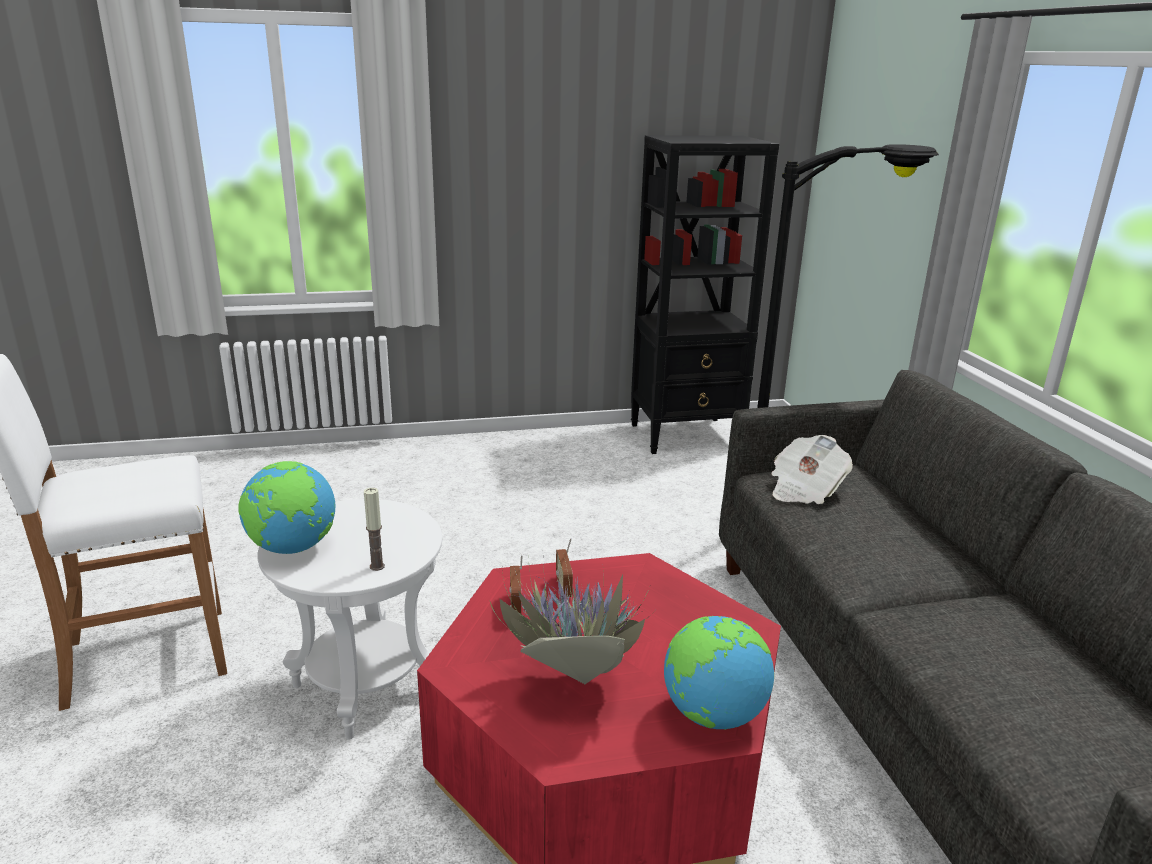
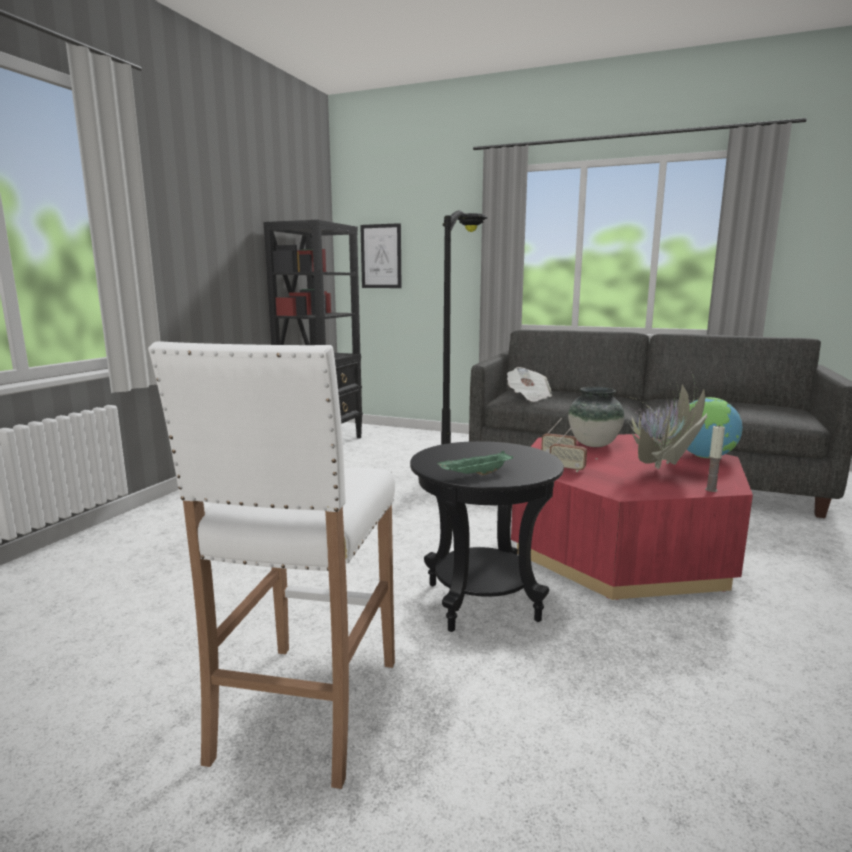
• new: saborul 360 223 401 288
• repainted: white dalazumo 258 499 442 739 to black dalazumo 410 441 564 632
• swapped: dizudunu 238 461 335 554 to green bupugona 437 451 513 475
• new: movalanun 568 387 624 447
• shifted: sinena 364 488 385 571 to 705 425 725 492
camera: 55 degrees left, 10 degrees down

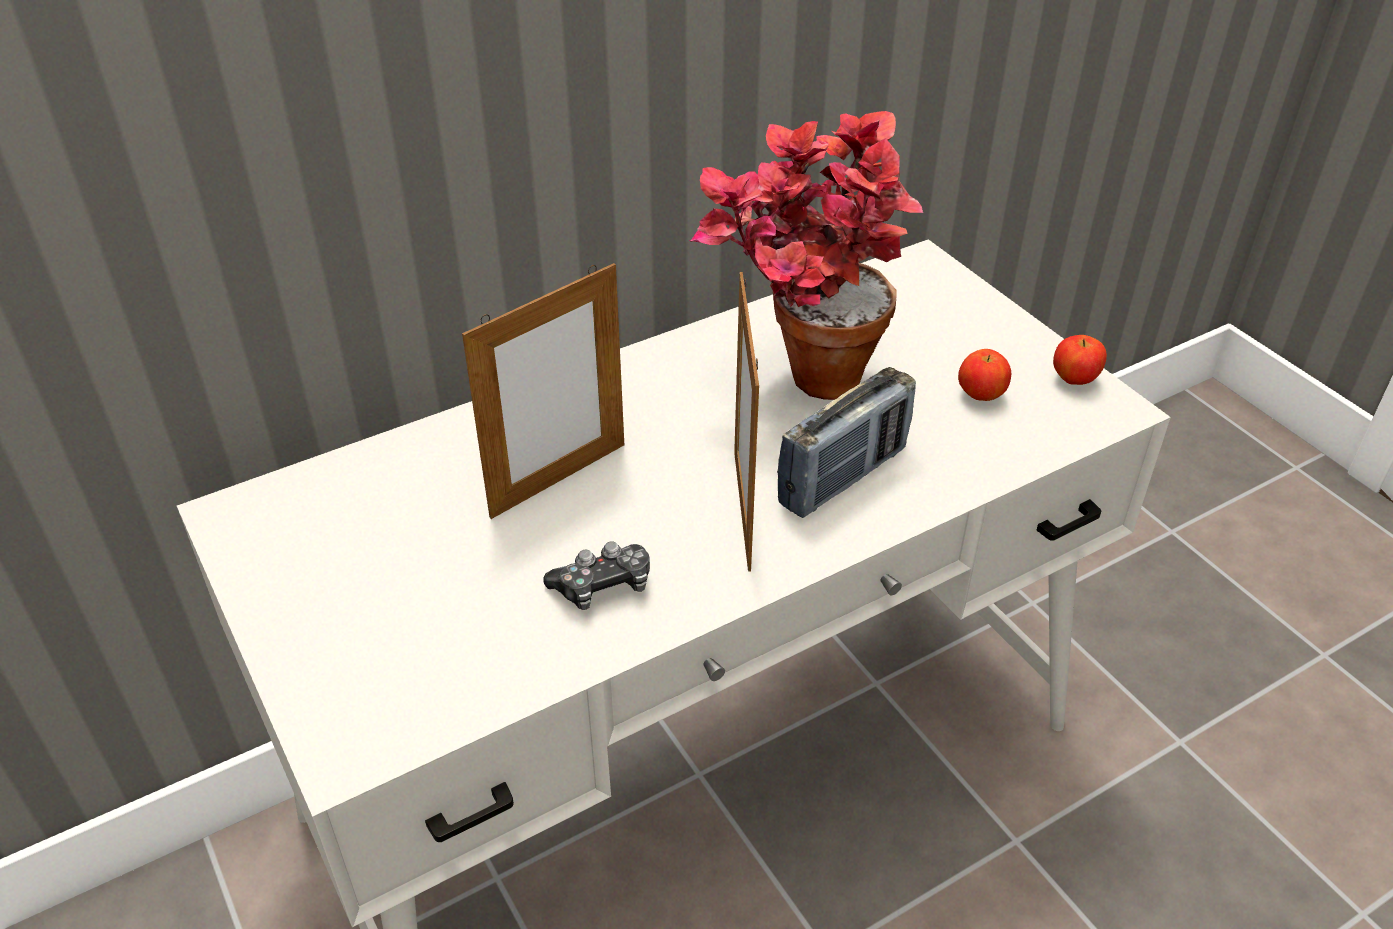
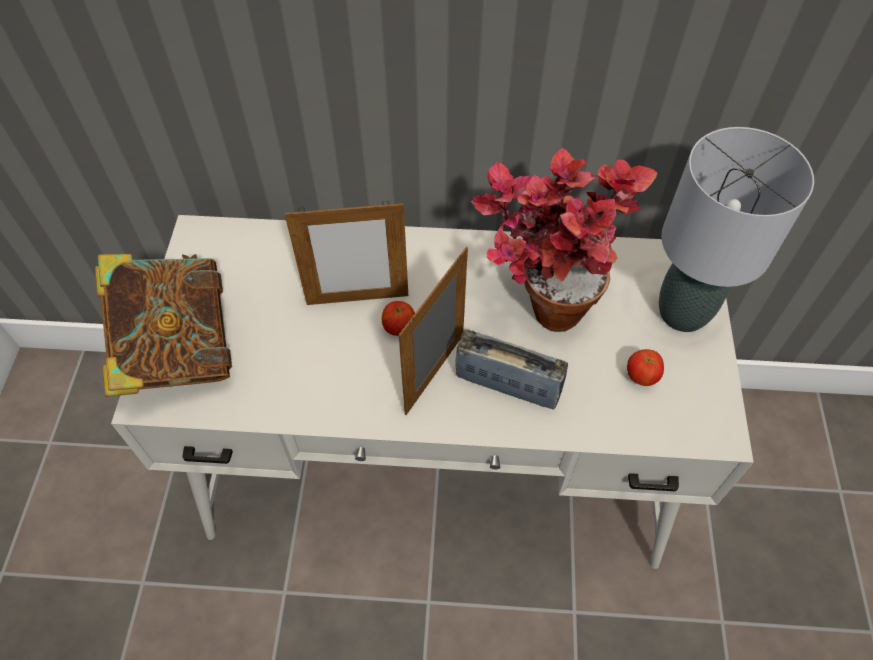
• new: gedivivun 95 254 232 397
• shifted: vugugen 1053 335 1107 385 to 382 301 415 336
• rotated: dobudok 777 367 916 518 = 455 329 568 409 150 degrees counterclockwise
• new: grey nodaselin 659 127 814 332
• gone: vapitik 543 541 650 610
camera: 35 degrees right, 15 degrees up

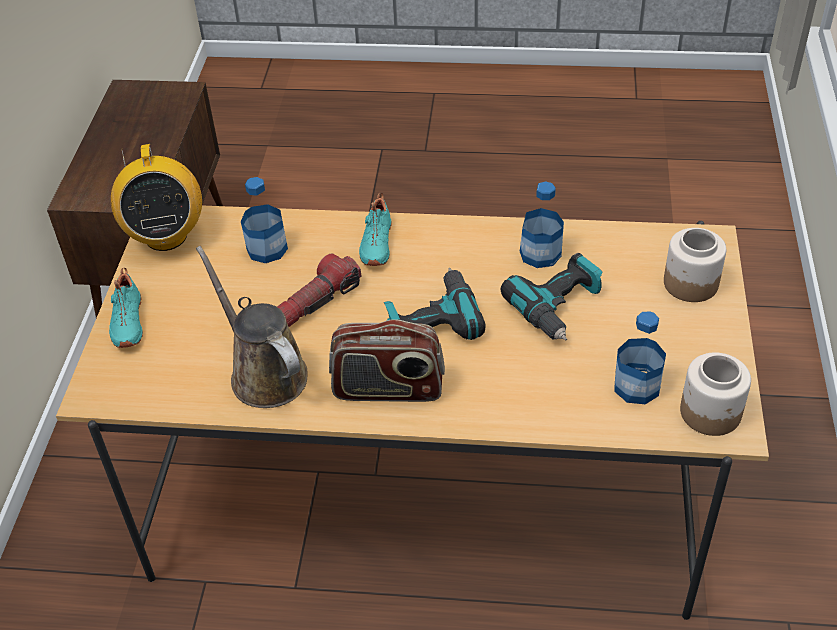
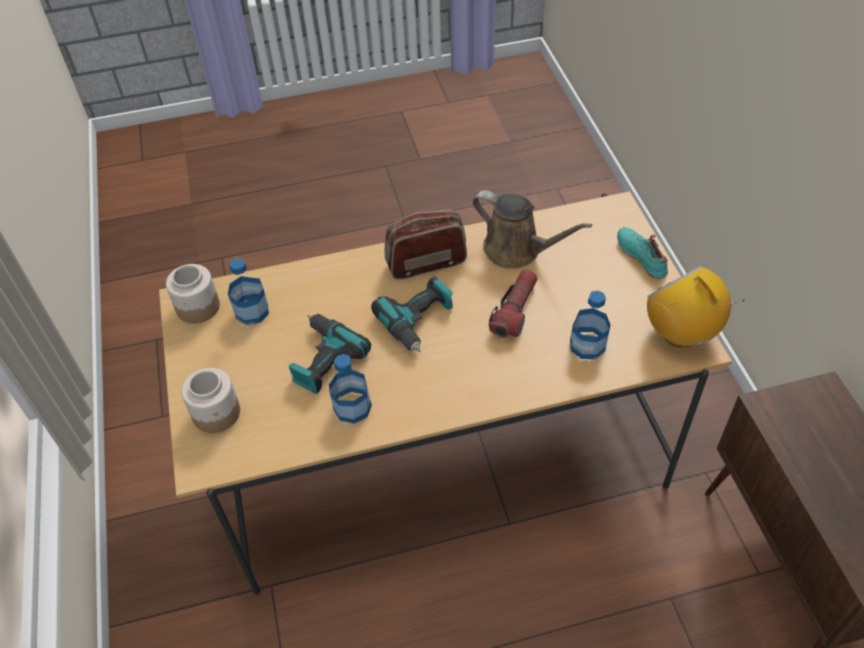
• gone: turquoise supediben 359 193 392 266
camera: 160 degrees right, 5 degrees up

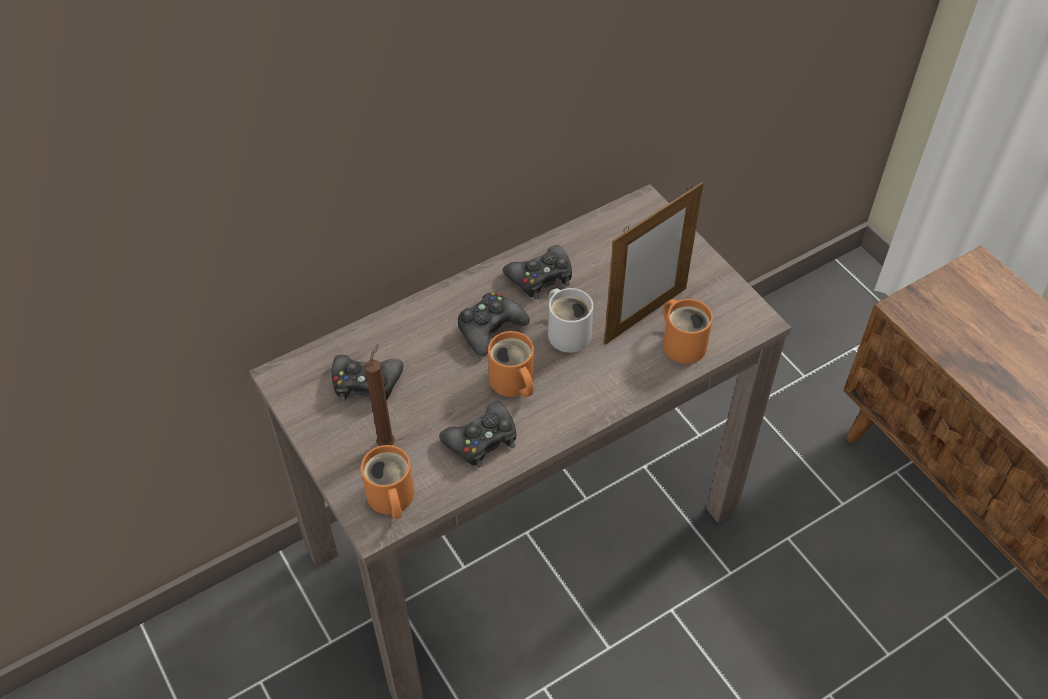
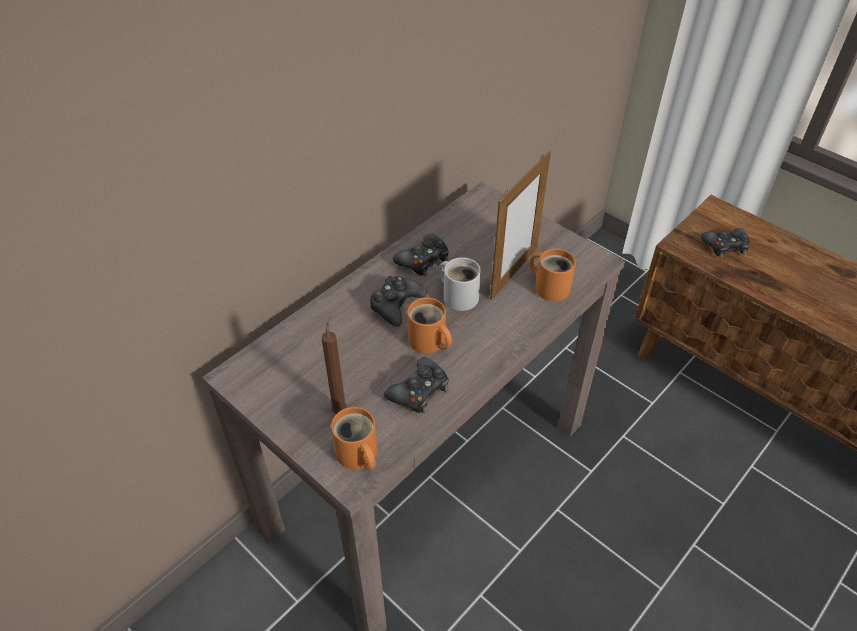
• shifted: black vapitik 332 355 404 402 to 700 228 750 258
camera: 15 degrees left, 5 degrees down

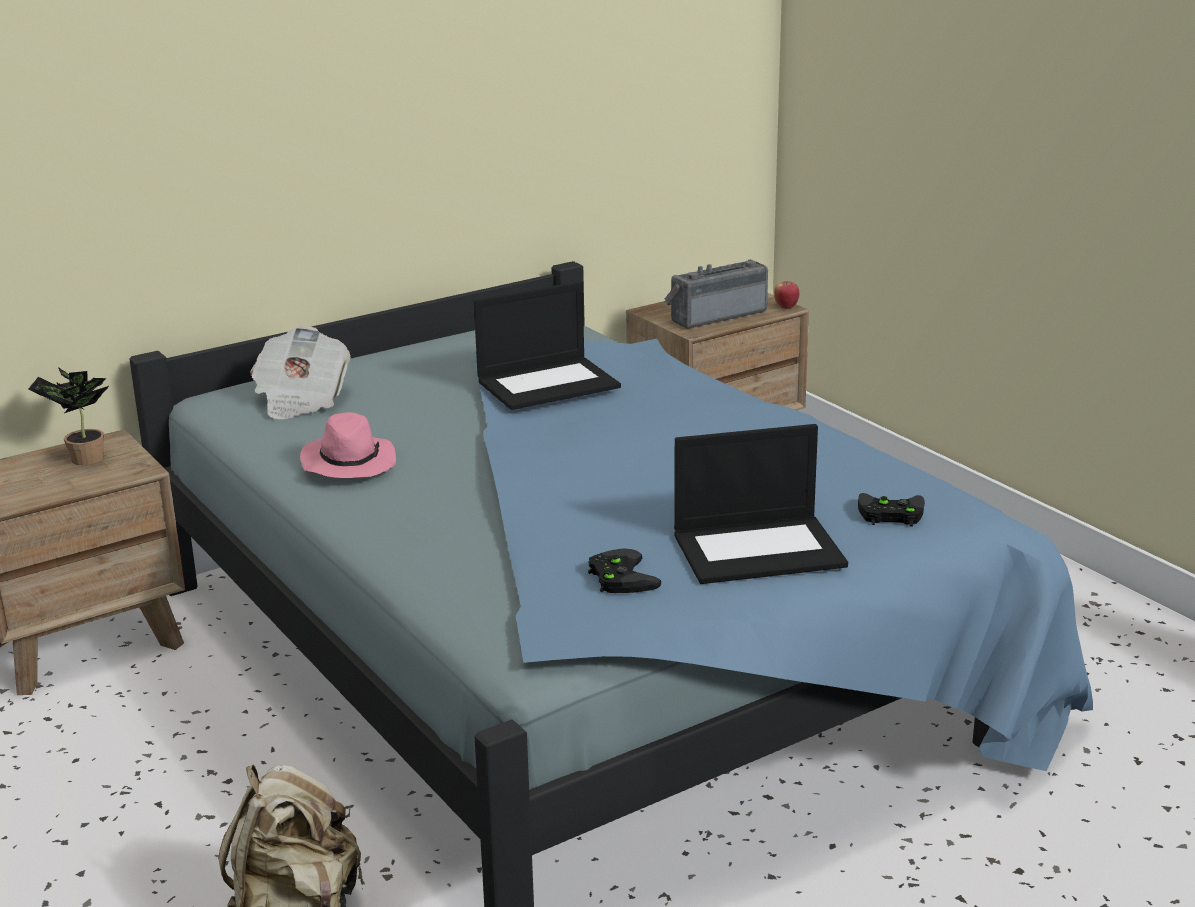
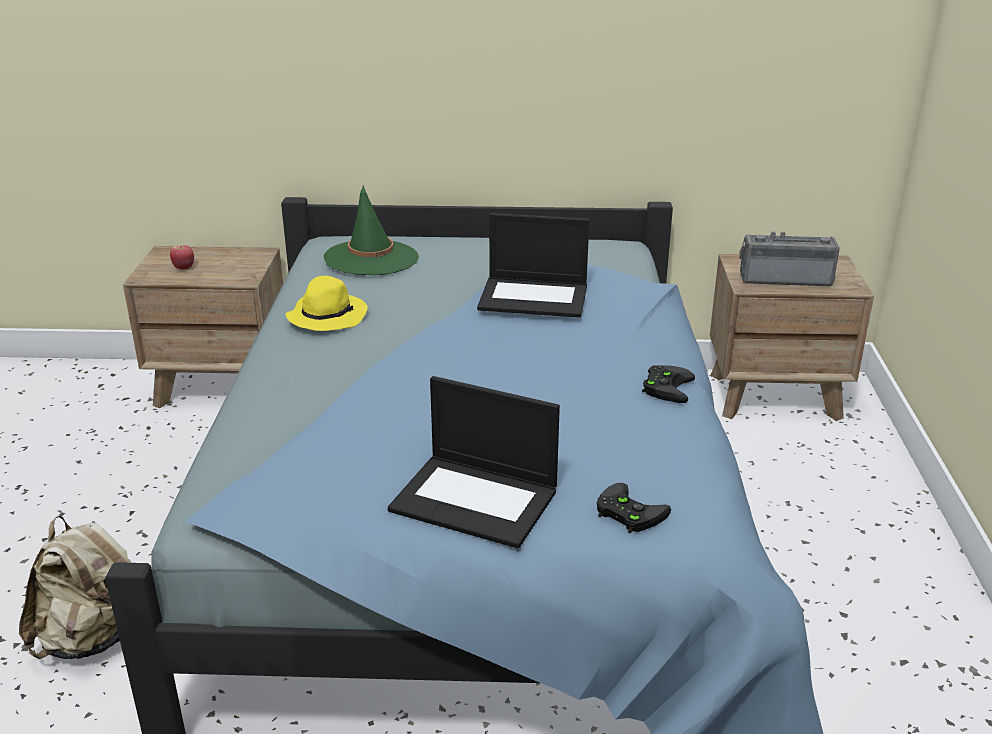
• shifted: vugugen 774 281 800 309 to 170 245 194 270
• repainted: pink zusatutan 300 412 396 478 to yellow zusatutan 285 276 368 331
• swapped: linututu 250 326 351 419 to green zusatutan 324 185 419 275
• shifted: black vapitik 588 549 661 593 to 642 365 695 403
• gone: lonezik 28 367 109 465
camera: 35 degrees right, 5 degrees up

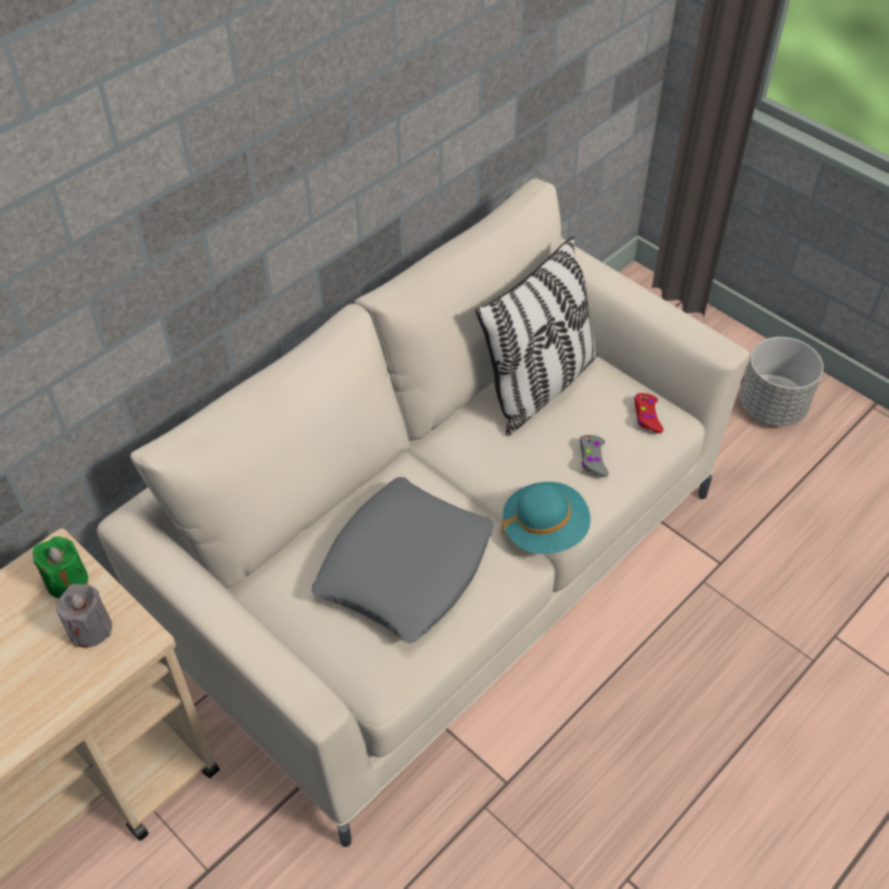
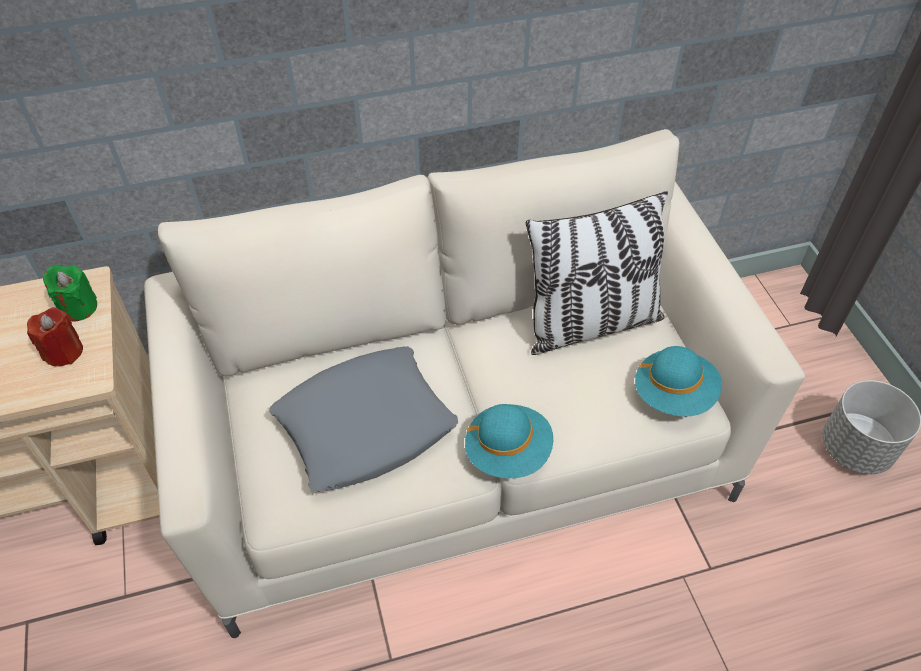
• repainted: grey sinena 56 584 112 648 to red sinena 27 307 83 367
• swapped: red vapitik 634 393 664 433 to turquoise zusatutan 635 346 722 416
• gone: grey vapitik 580 435 609 477
camera: 30 degrees right, 0 degrees up

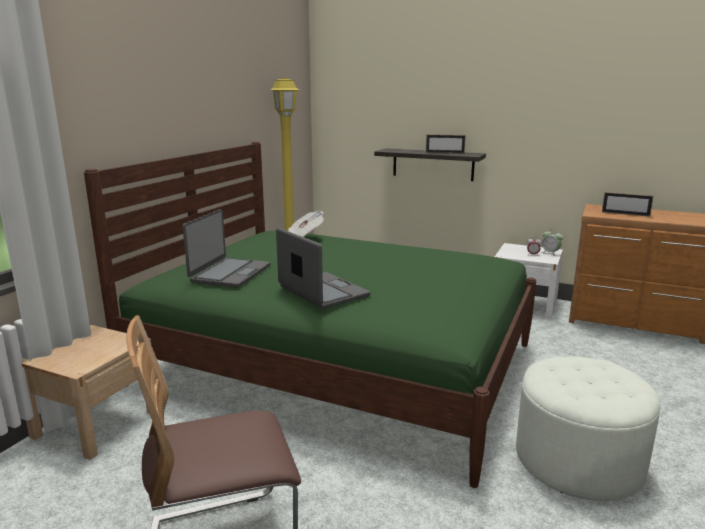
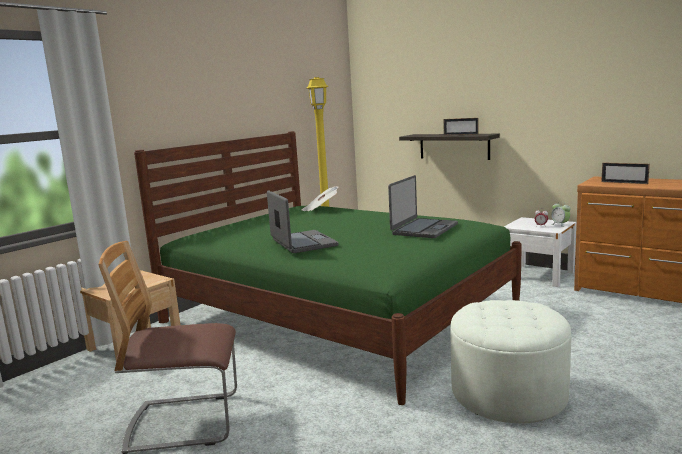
• shifted: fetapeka 183 209 270 288 to 388 175 458 238
camera: 15 degrees right, 5 degrees down

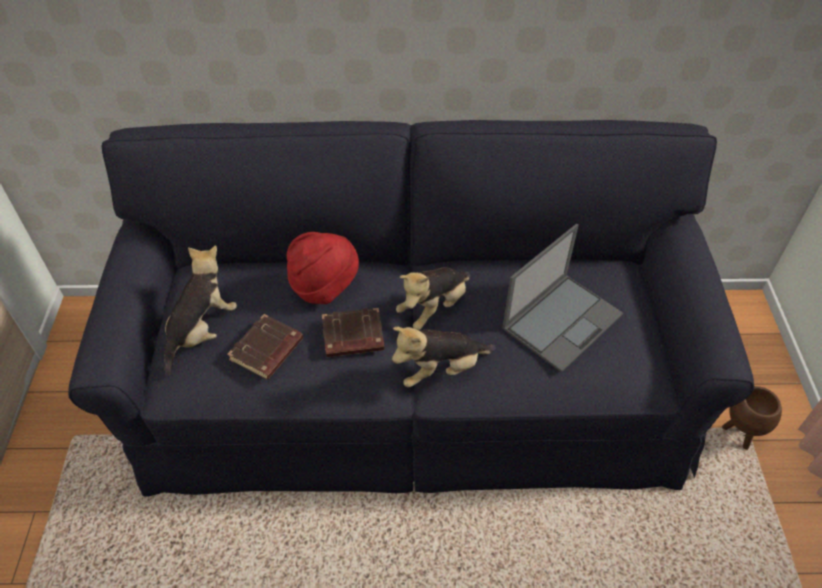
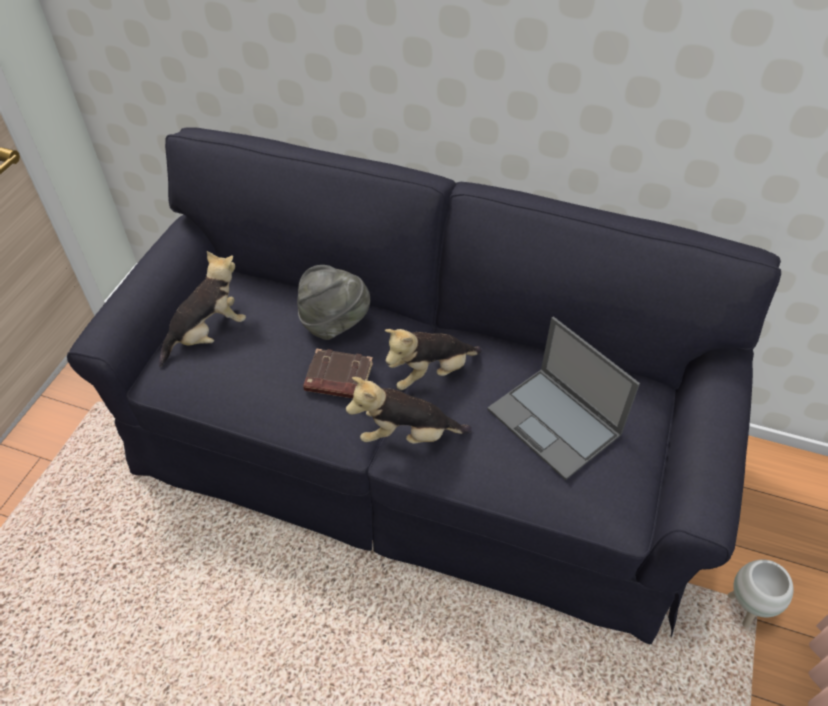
• repainted: red zusatutan 287 232 359 304 to grey zusatutan 297 265 370 340
• rotated: fetapeka 502 224 623 373 = 487 317 640 480 75 degrees clockwise
• repainted: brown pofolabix 722 386 782 450 to white pofolabix 728 559 794 628
• gone: brown gedivivun 227 314 303 379
camera: 20 degrees right, 0 degrees up

